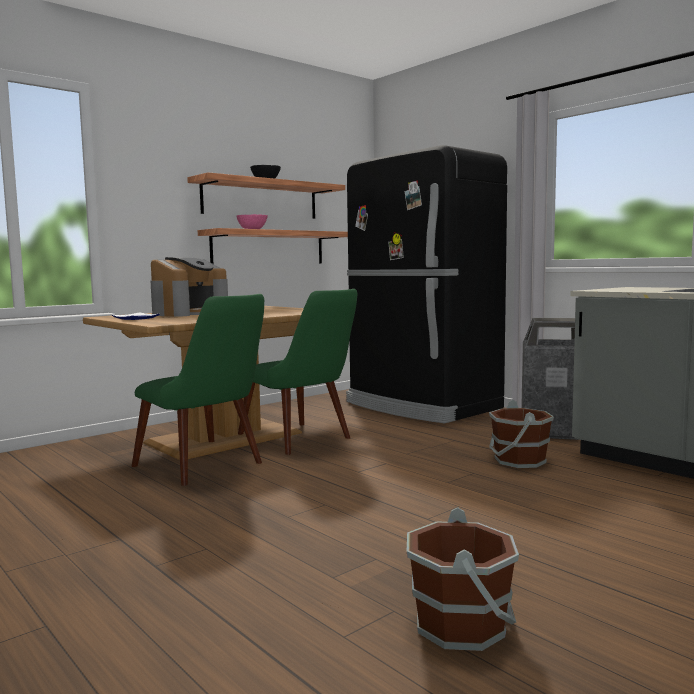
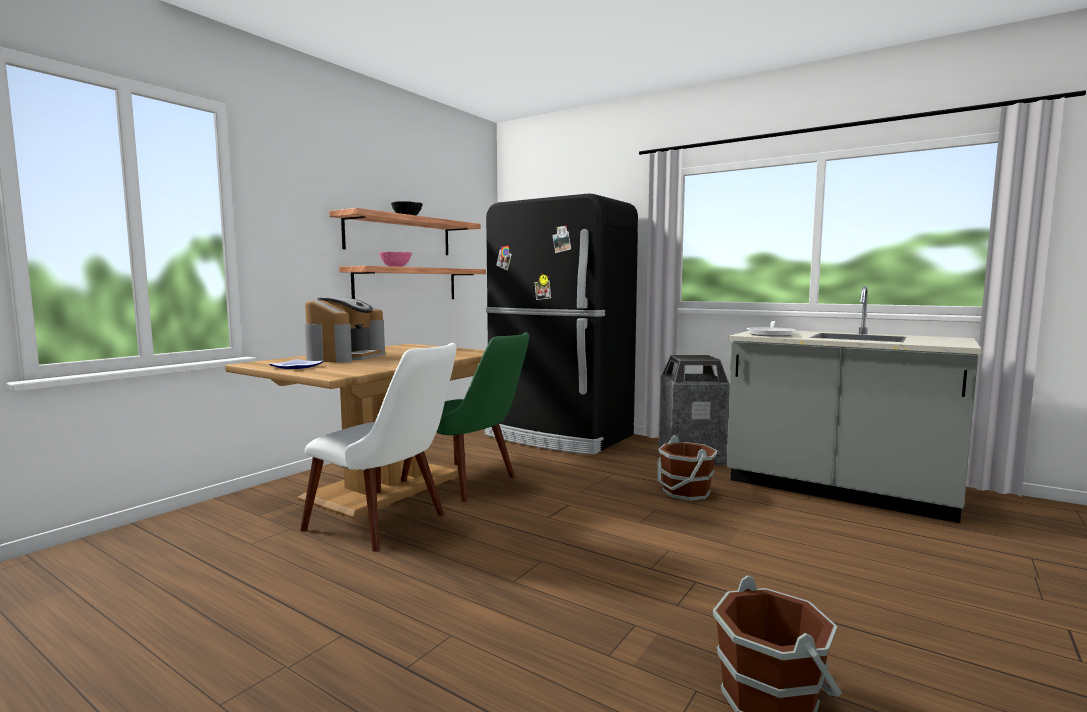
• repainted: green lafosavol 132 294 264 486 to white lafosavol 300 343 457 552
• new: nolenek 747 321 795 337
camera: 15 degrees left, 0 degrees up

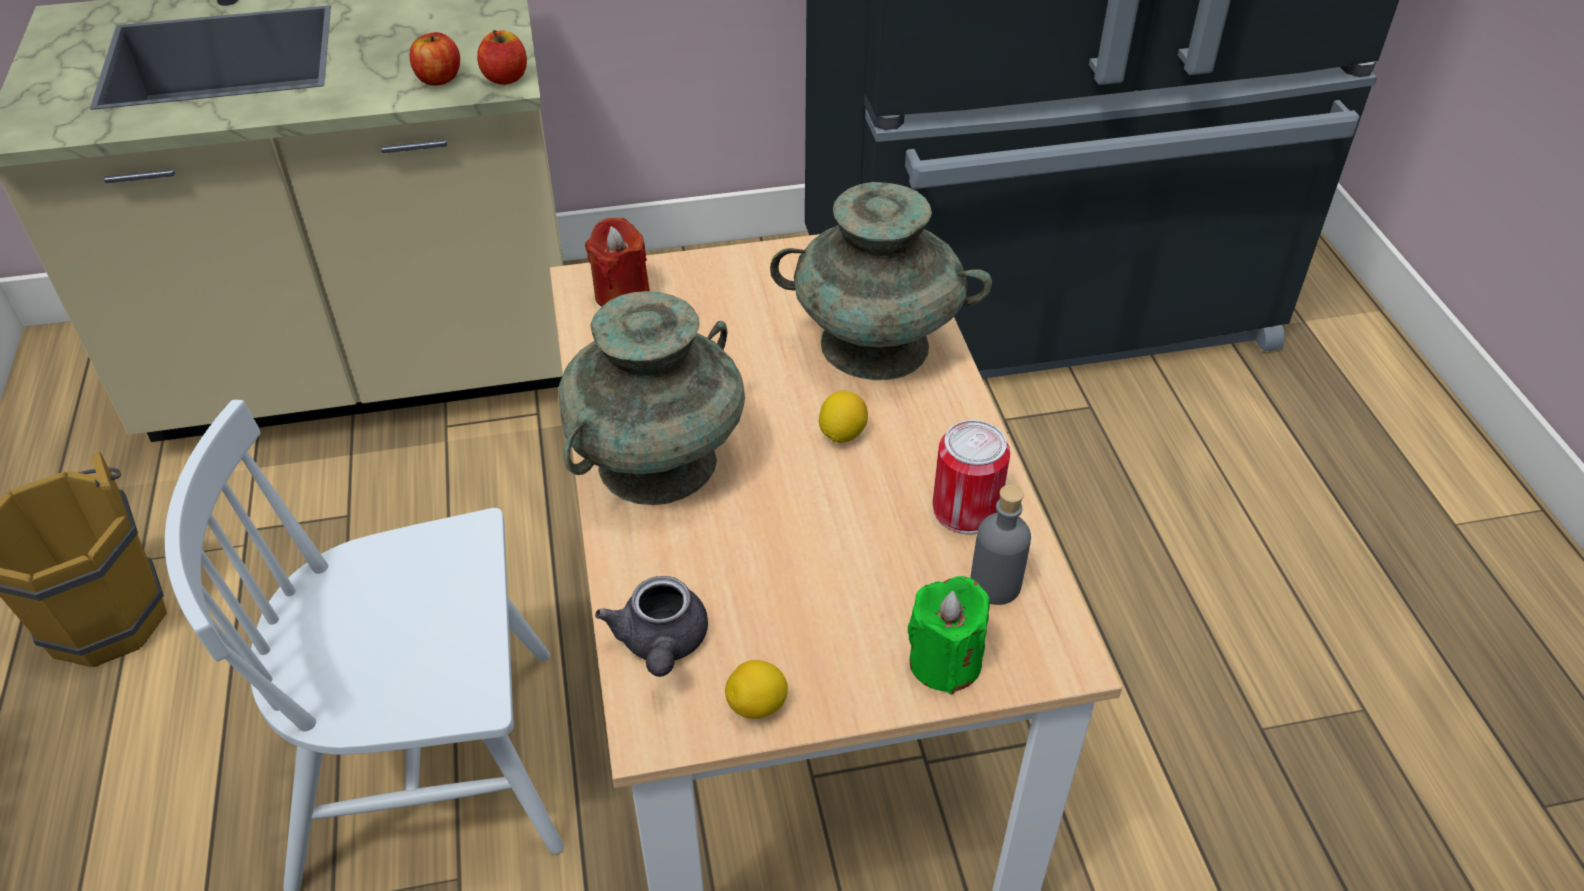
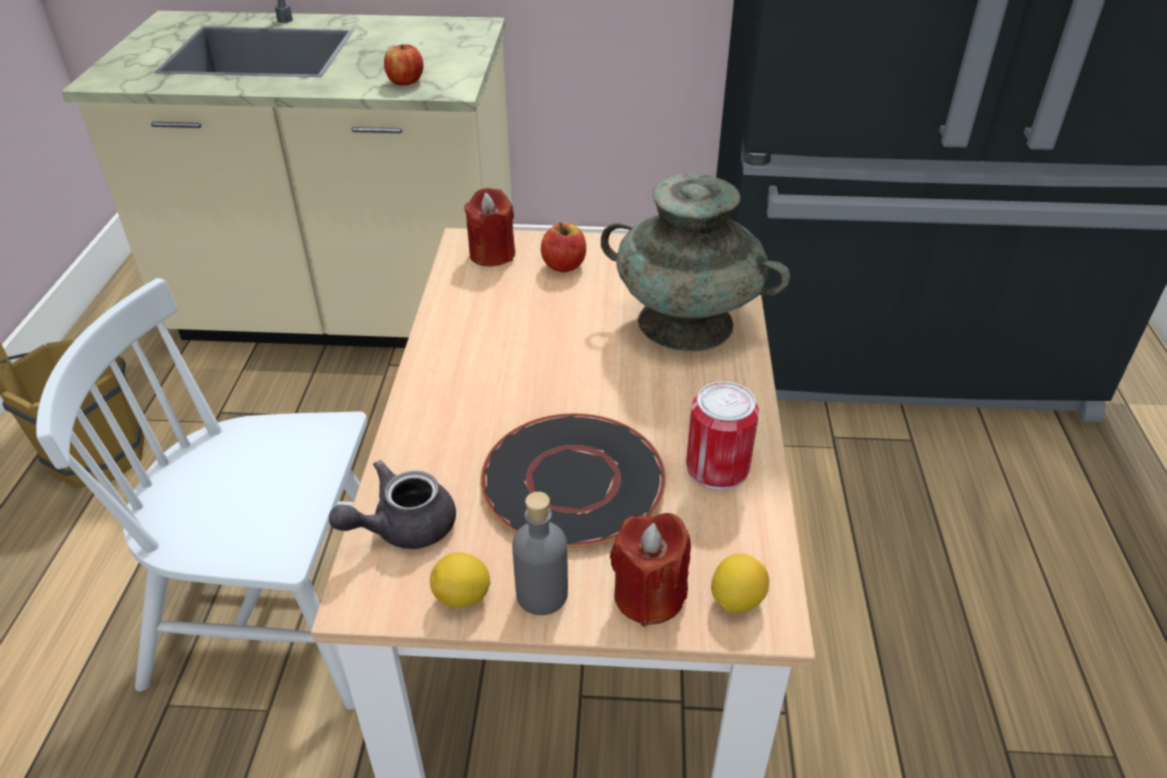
• rotated: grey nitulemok 595 576 708 677 = 329 460 456 549 45 degrees clockwise
• new: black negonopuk 481 413 666 547
• shifted: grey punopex 970 485 1031 605 to 512 492 568 615
• shifted: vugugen 477 30 527 85 to 541 222 586 272
• repainted: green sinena 908 576 990 694 to red sinena 610 513 691 627
• shifted: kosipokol 819 391 868 443 to 711 553 769 613
• gone: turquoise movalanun 558 291 745 505
camera: 15 degrees right, 5 degrees down

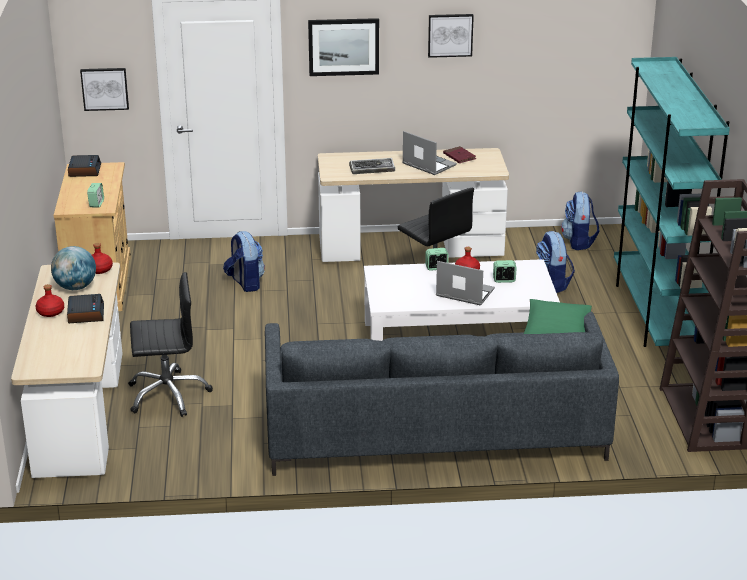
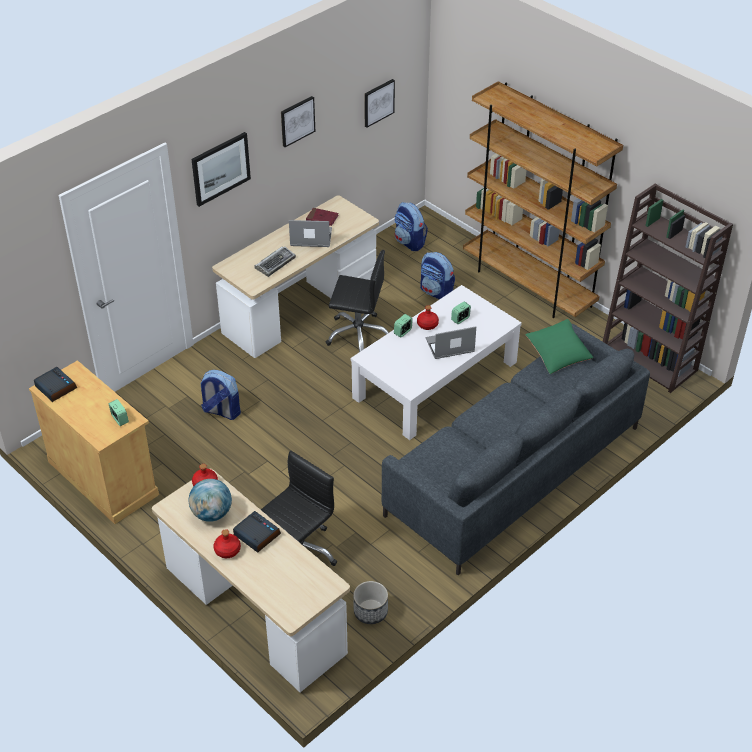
• new: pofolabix 353 581 388 624
• shifted: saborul 80 68 129 111 to 364 79 395 127
• repainted: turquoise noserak 614 57 730 347 to brown noserak 463 81 623 318
camera: 40 degrees left, 15 degrees up

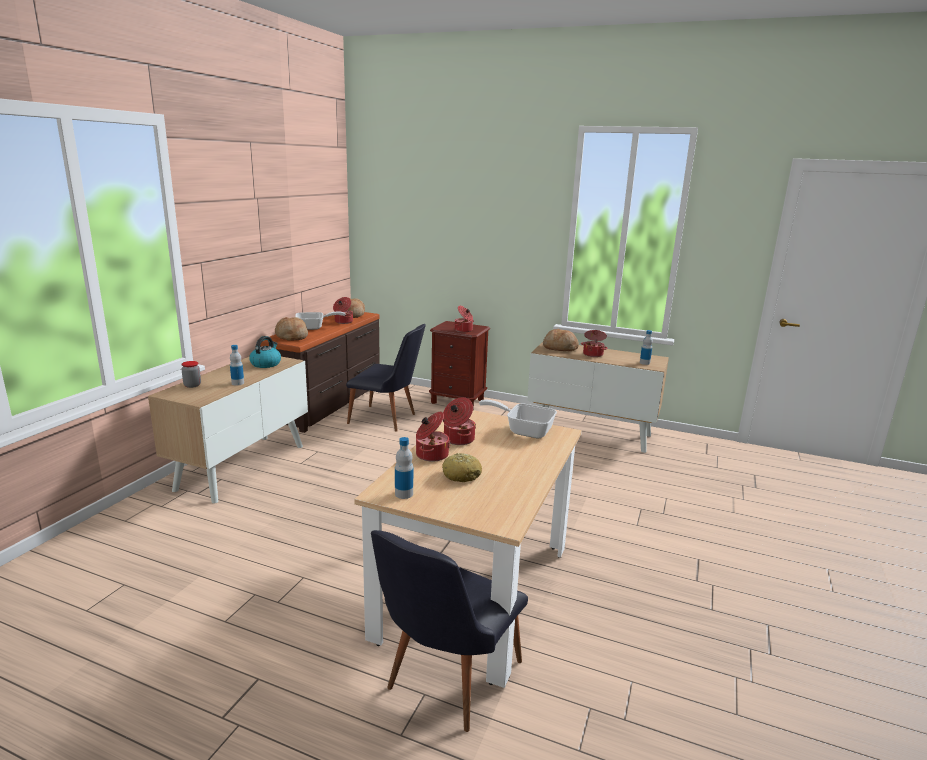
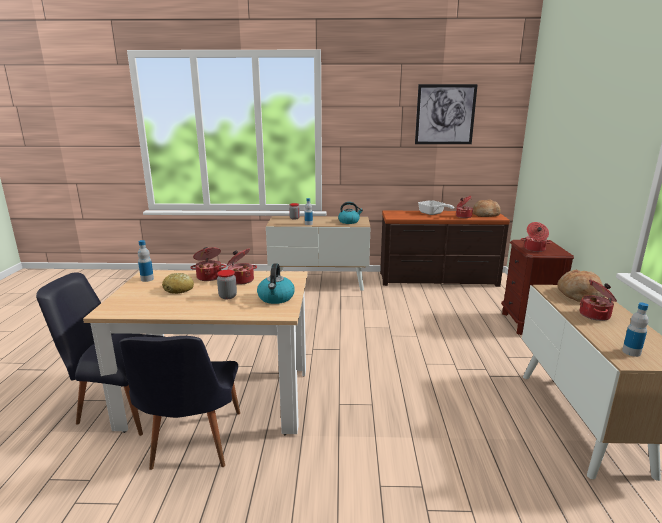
• shifted: black lafosavol 346 324 426 432 to 119 336 240 470
• new: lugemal 217 270 237 299
• swapped: nolenek 479 400 557 438 to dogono 257 263 295 304
• new: saborul 415 84 478 144
• gone: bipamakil 275 317 308 341
camera: 70 degrees right, 0 degrees up

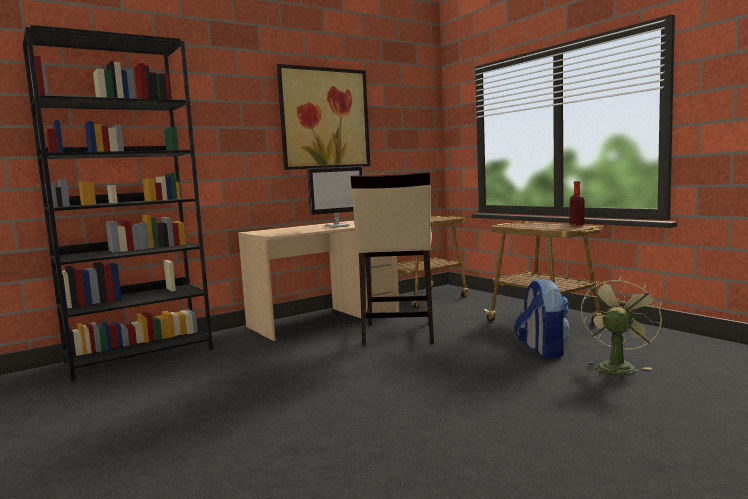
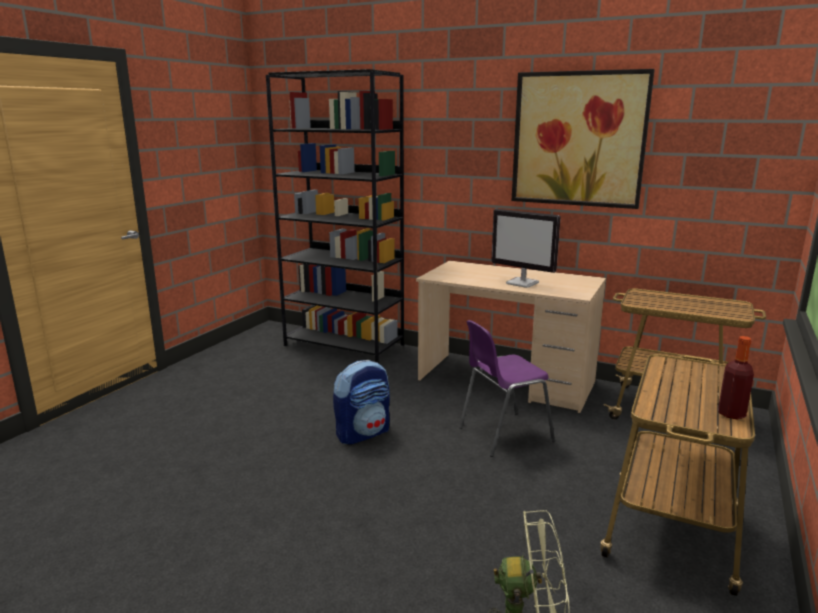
• shifted: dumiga 514 278 570 359 to 333 360 390 444
• swapped: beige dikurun 350 172 434 345 to purple lafosavol 459 320 555 457
camera: 60 degrees right, 10 degrees up

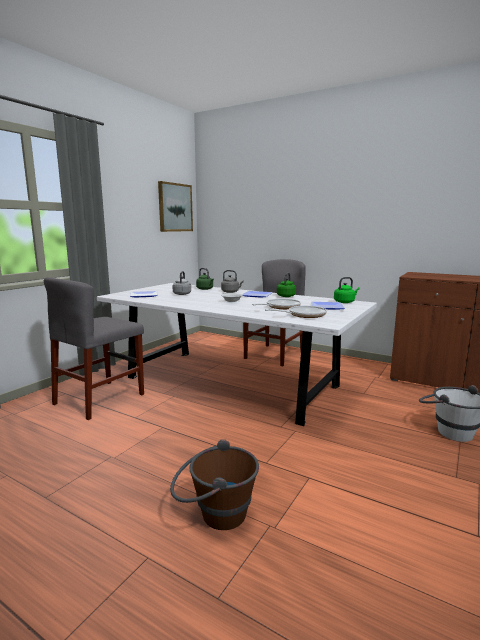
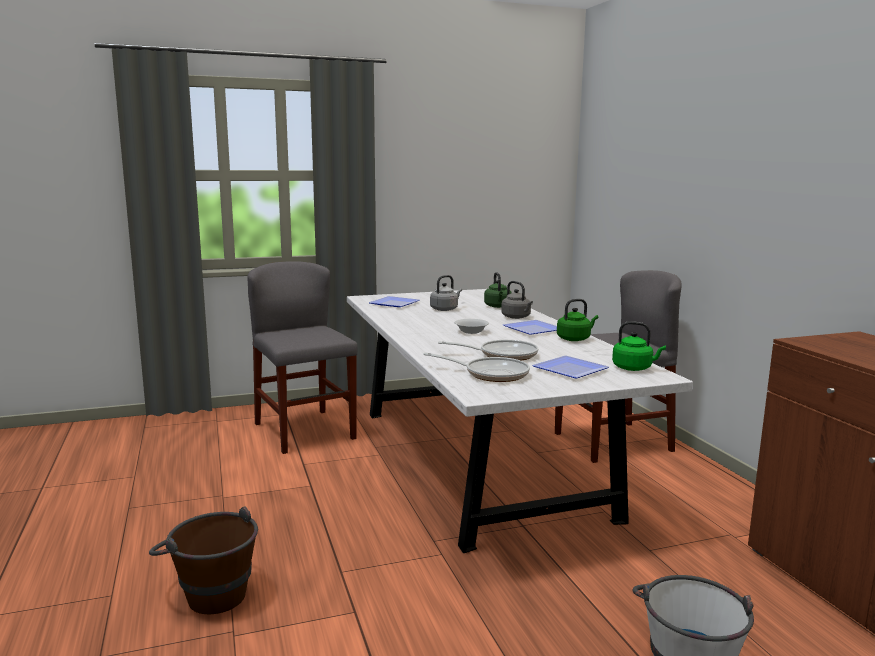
• rotated: grey lafosavol 44 277 144 420 = 247 261 358 454 75 degrees clockwise
• gone: saborul 158 181 193 232
camera: 40 degrees right, 0 degrees up

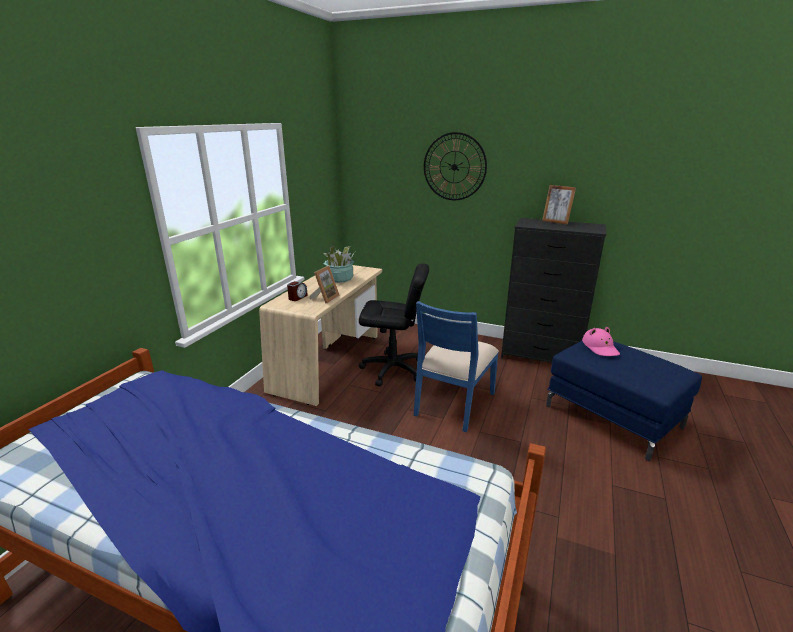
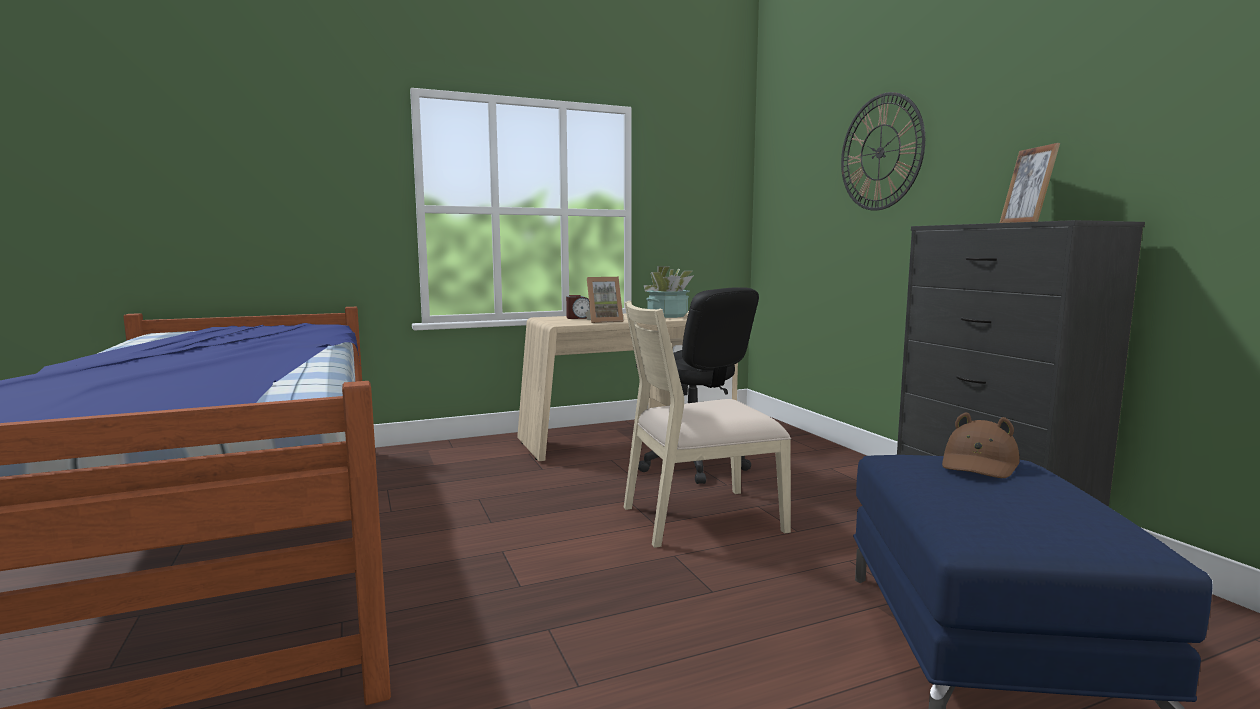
• repainted: blue lafosavol 413 301 499 432 to beige lafosavol 624 301 791 548
• repainted: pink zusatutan 582 327 620 356 to brown zusatutan 942 412 1020 478
camera: 45 degrees right, 15 degrees down

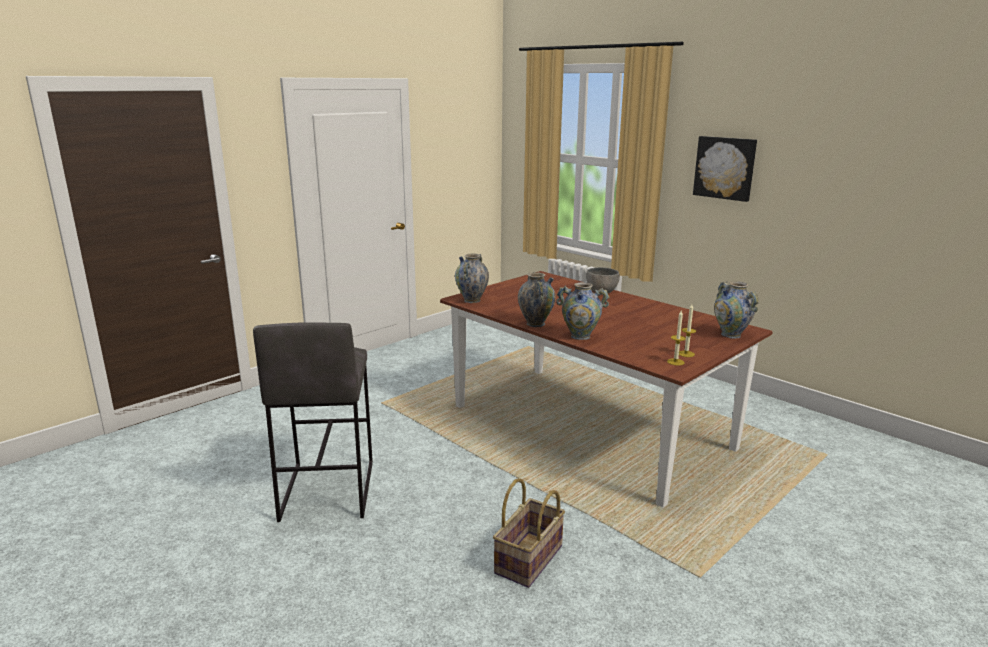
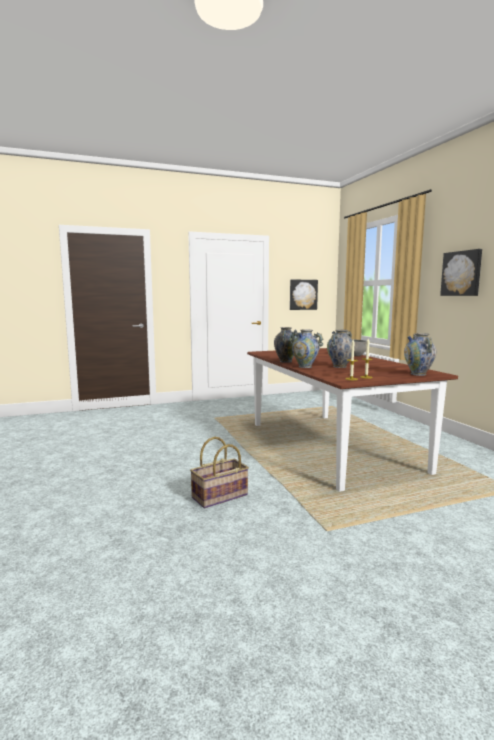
• new: saborul 290 279 318 310
• shifted: movalanun 455 254 489 303 to 327 329 355 368
• gone: grey dikurun 253 322 373 522
camera: 25 degrees right, 10 degrees down

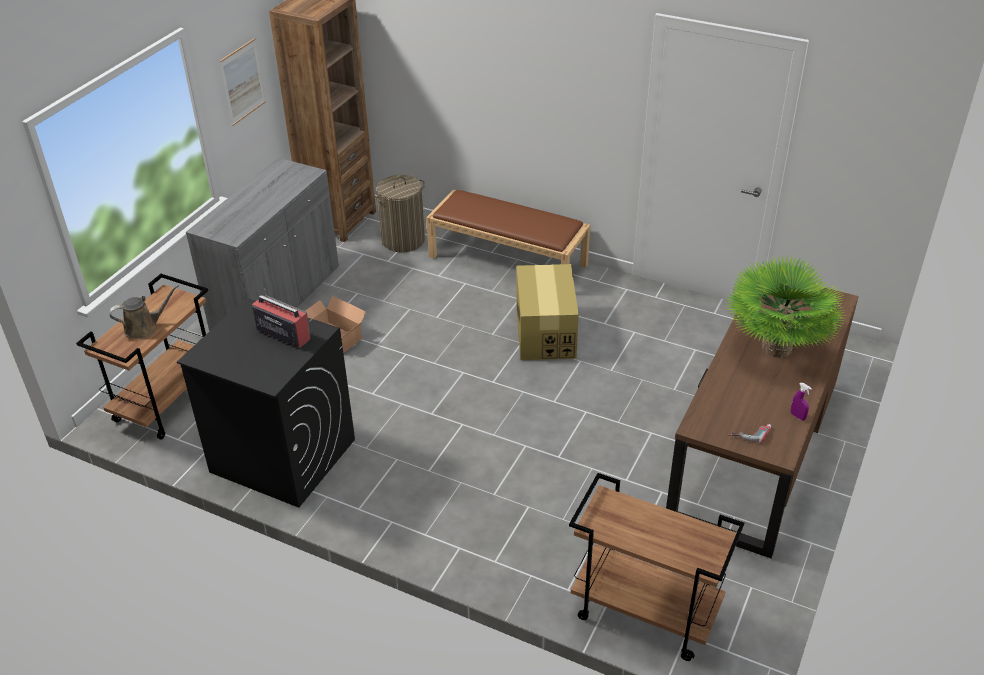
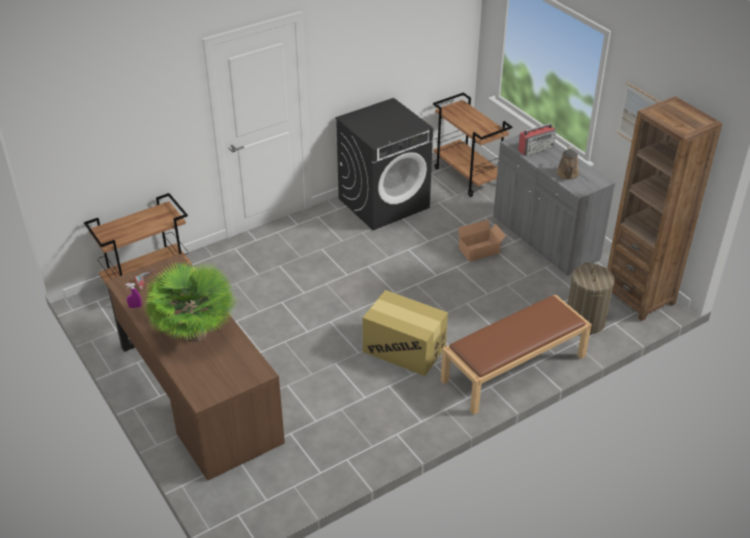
• shifted: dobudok 252 288 311 349 to 518 123 556 156
• shifted: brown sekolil 109 285 179 339 to 556 146 579 180
camera: 120 degrees right, 0 degrees up

